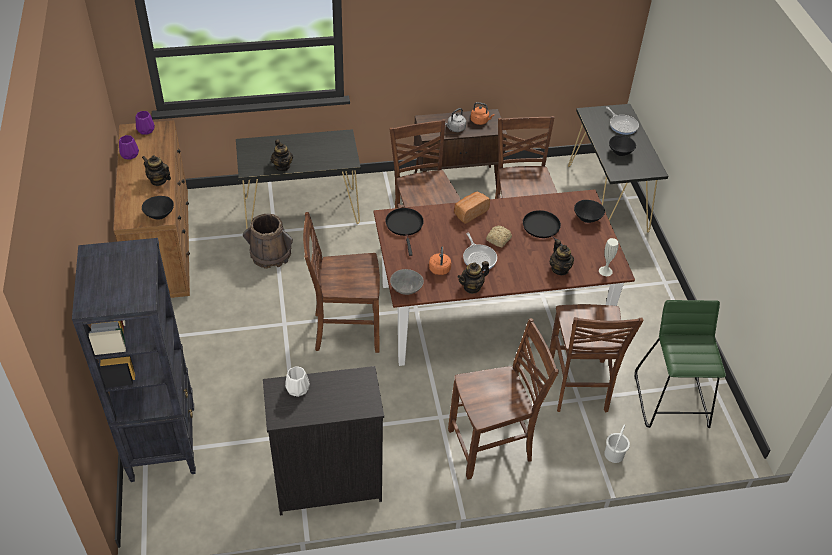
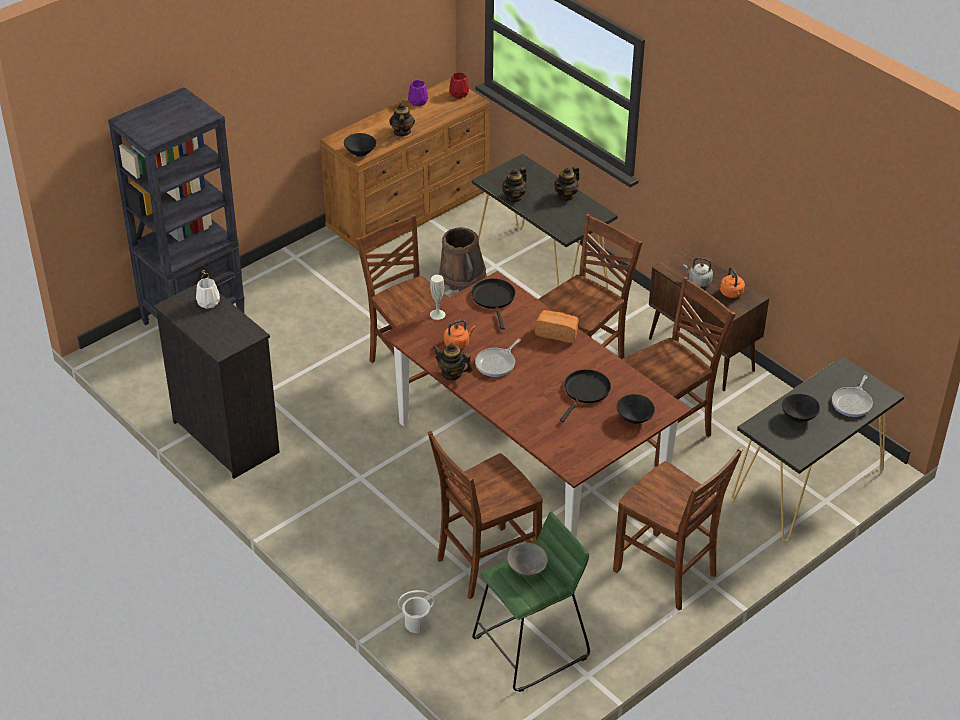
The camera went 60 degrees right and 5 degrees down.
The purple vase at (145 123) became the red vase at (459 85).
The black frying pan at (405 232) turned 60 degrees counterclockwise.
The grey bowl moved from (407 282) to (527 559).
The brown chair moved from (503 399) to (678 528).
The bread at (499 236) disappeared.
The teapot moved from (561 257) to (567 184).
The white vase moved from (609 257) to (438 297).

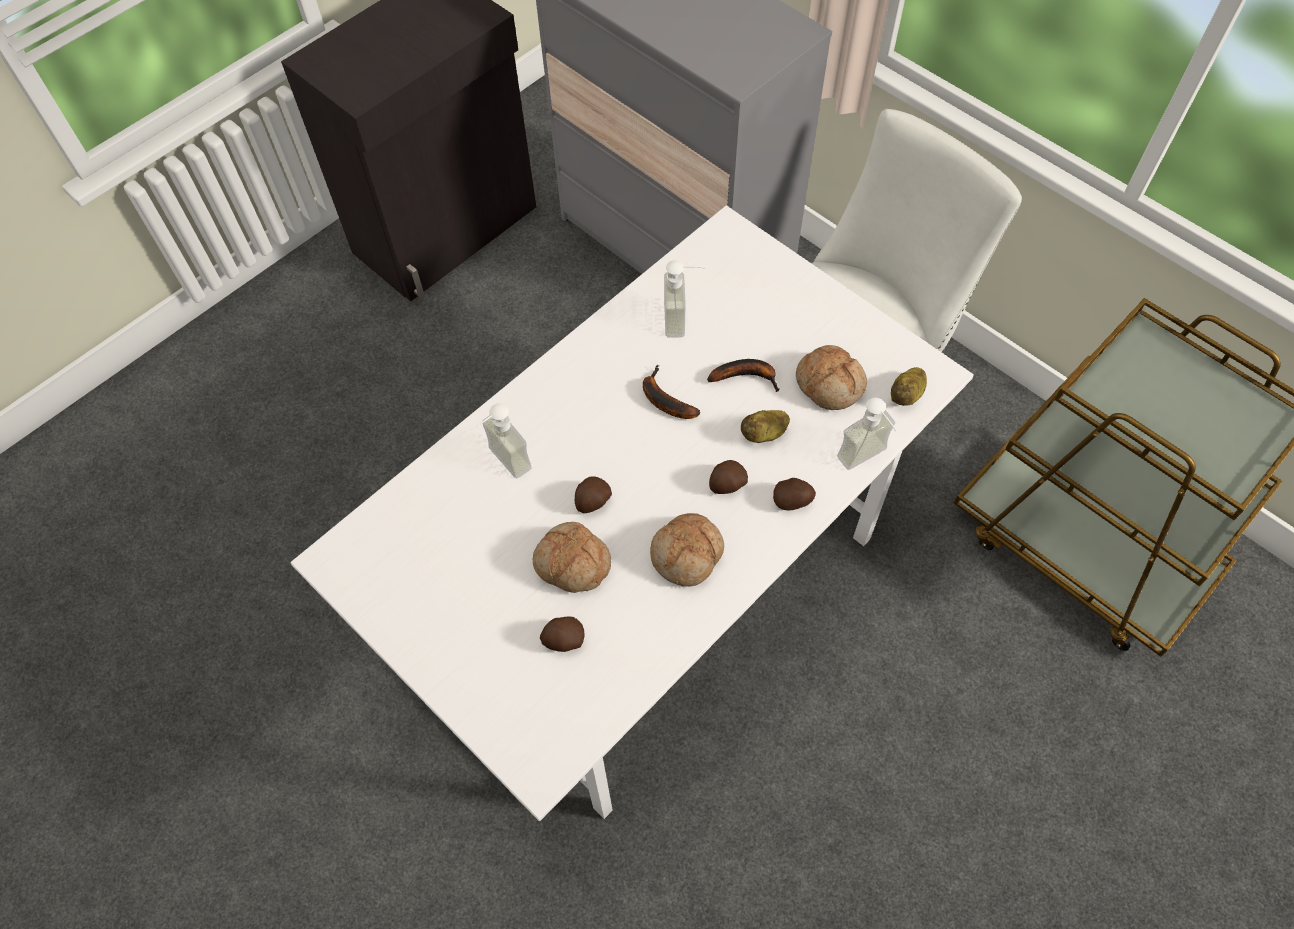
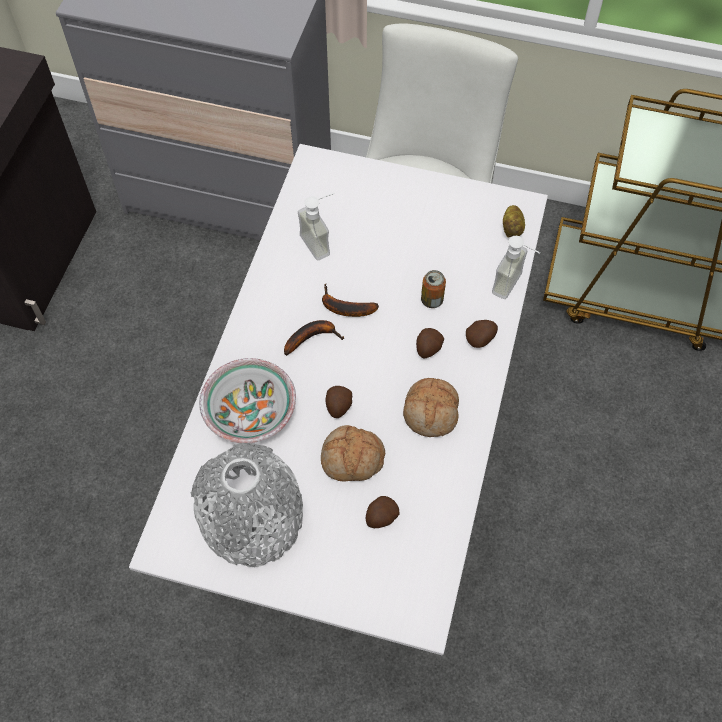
The camera went 30 degrees left and 0 degrees up.
The soap dispenser at (502 440) was replaced by the bowl at (247 400).
The banana moved from (743 375) to (314 338).
The potato at (765 426) was replaced by the can at (433 289).
The bread at (831 377) disappeared.
The grey vase at (247 505) appeared.

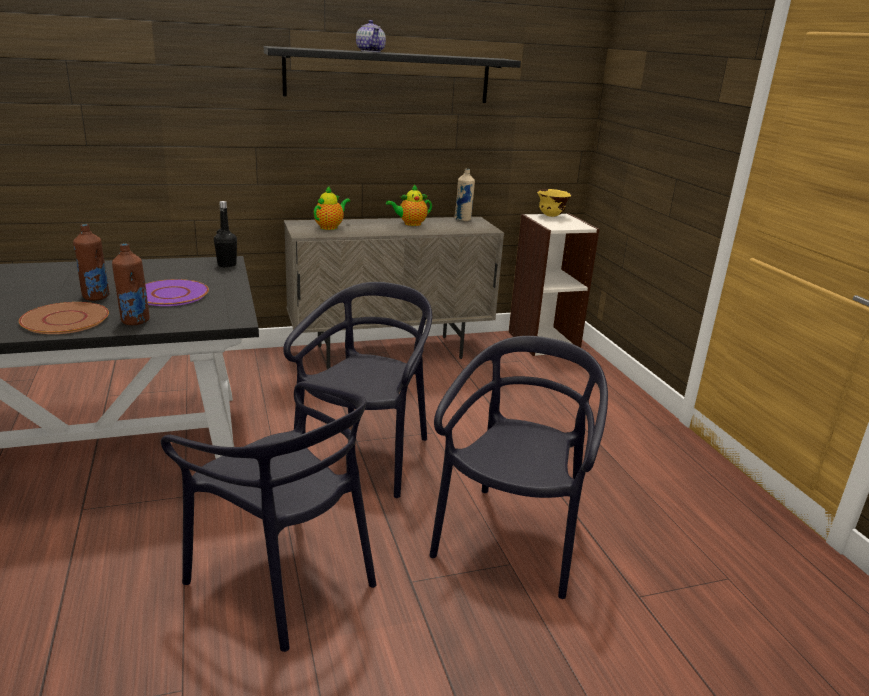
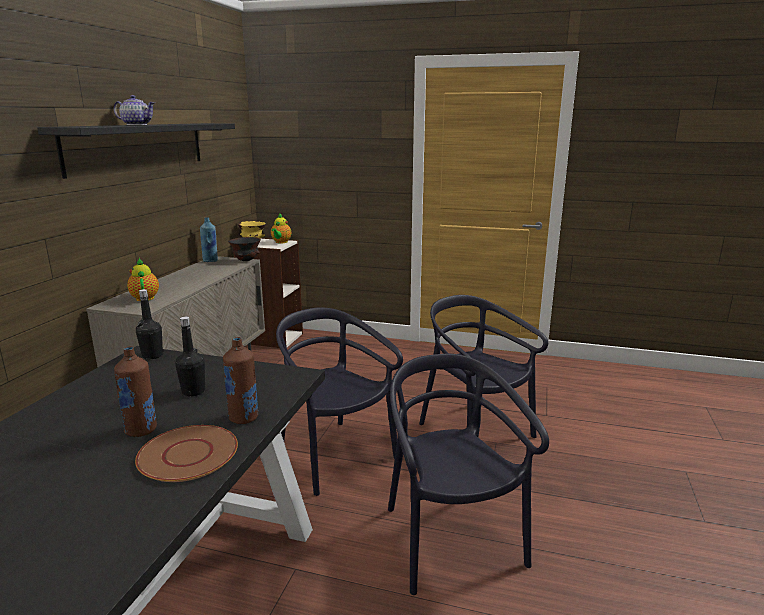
The camera went 55 degrees left and 5 degrees down.
The purple plate at (177 292) was replaced by the black bottle at (190 356).
The black chair at (269 516) turned 90 degrees counterclockwise.
The teapot moved from (409 205) to (281 228).
The beige bottle at (464 195) became the blue bottle at (209 240).
The black bowl at (244 249) appeared.

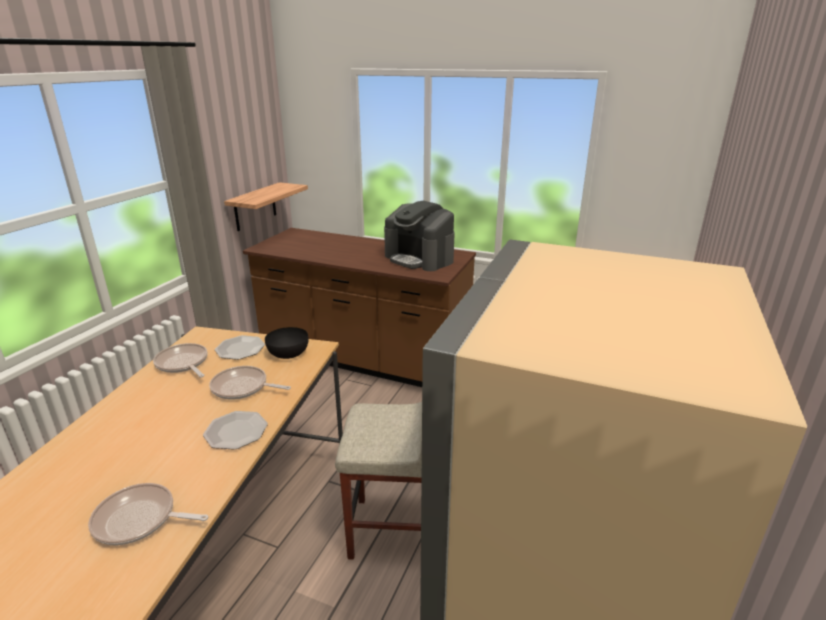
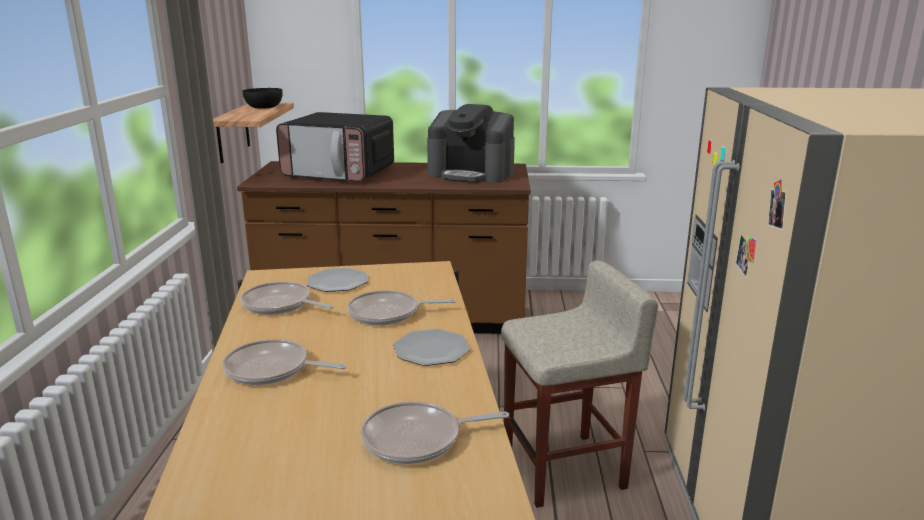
The camera went 20 degrees left and 5 degrees down.
The black bowl moved from (287 343) to (262 98).
The frying pan at (284 362) appeared.
The microwave at (335 147) appeared.

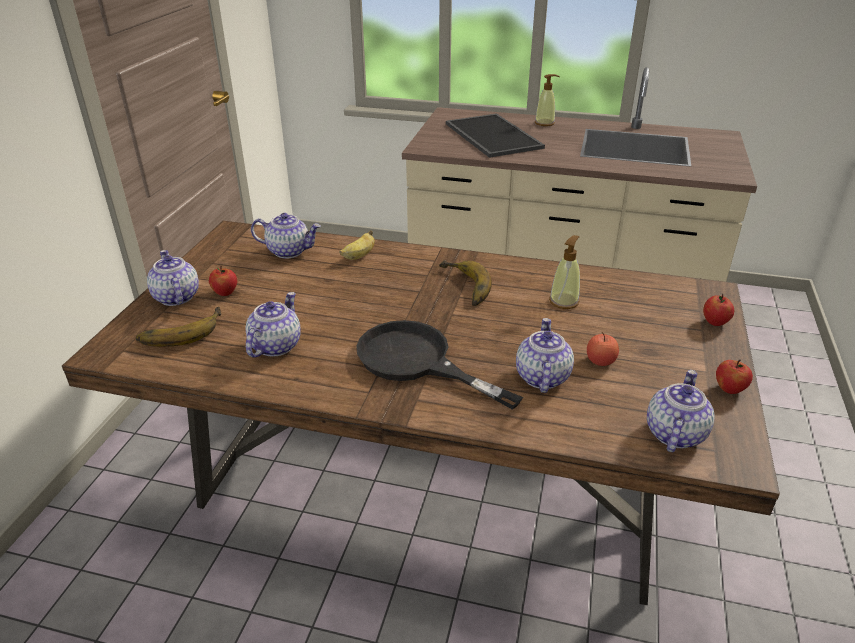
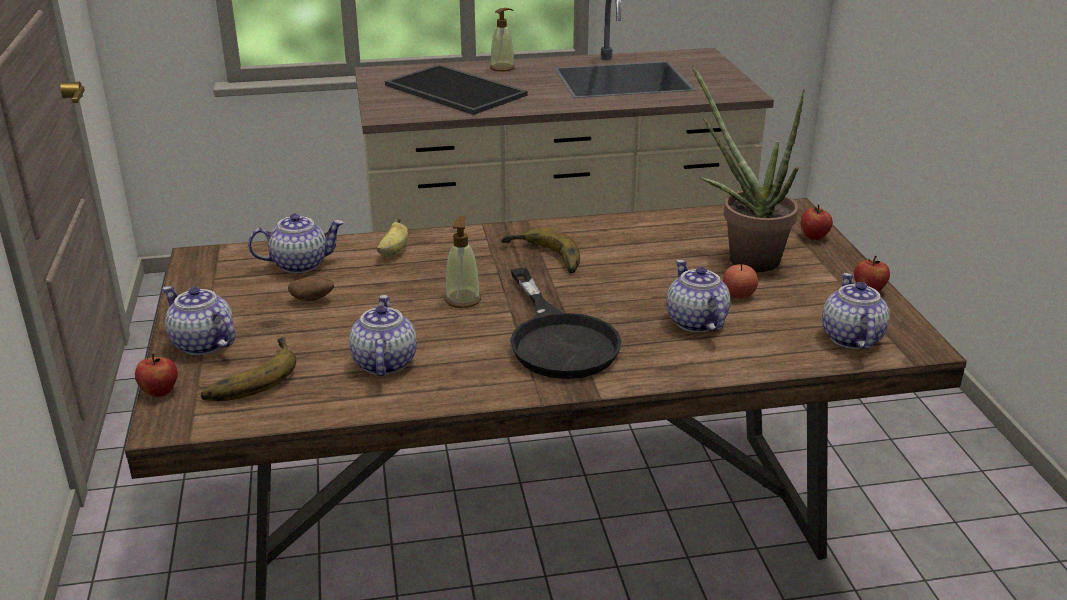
The camera went 25 degrees left and 5 degrees down.
The apple moved from (223 281) to (156 375).
The black frying pan at (439 365) turned 120 degrees counterclockwise.
The soap dispenser moved from (564 272) to (463 262).
The potato at (311 288) appeared.
The potted plant at (748 168) appeared.

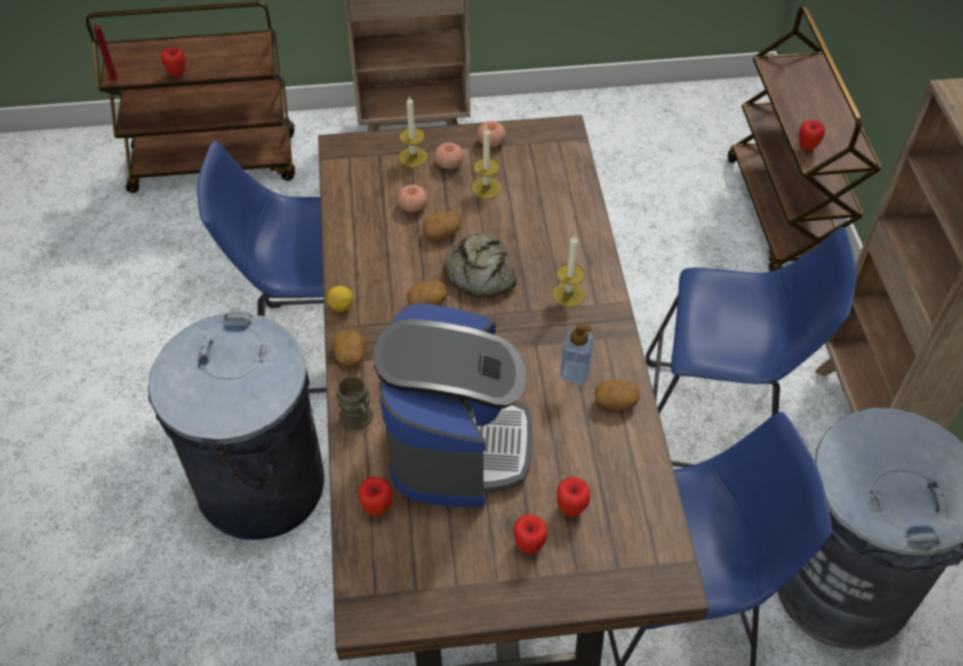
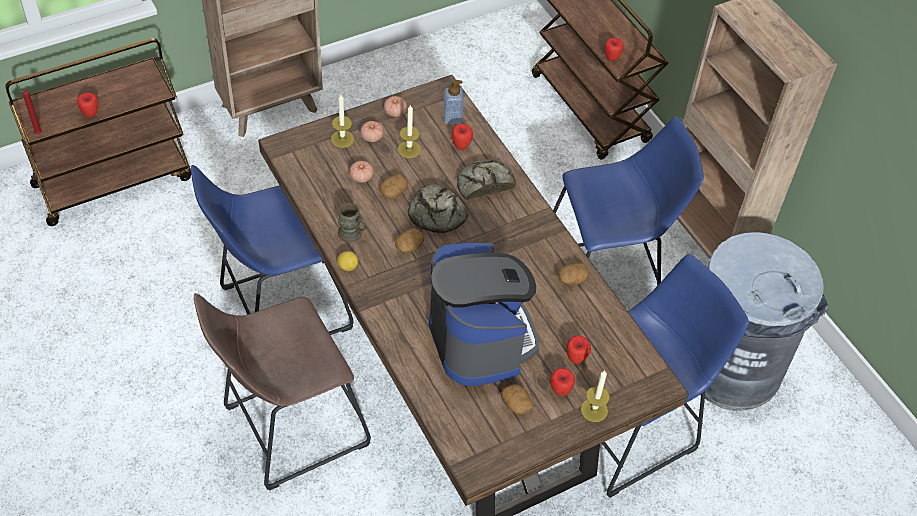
The camera went 25 degrees left and 0 degrees up.
The grey trash can at (236 426) was replaced by the brown stool at (282 392).
The potato moved from (349 348) to (517 399).
The brown mug moved from (354 403) to (352 222).
The apple moved from (375 496) to (462 137).
The candle moved from (568 270) to (595 396).
The soap dispenser moved from (577 354) to (453 102).
The bread at (486 179) appeared.

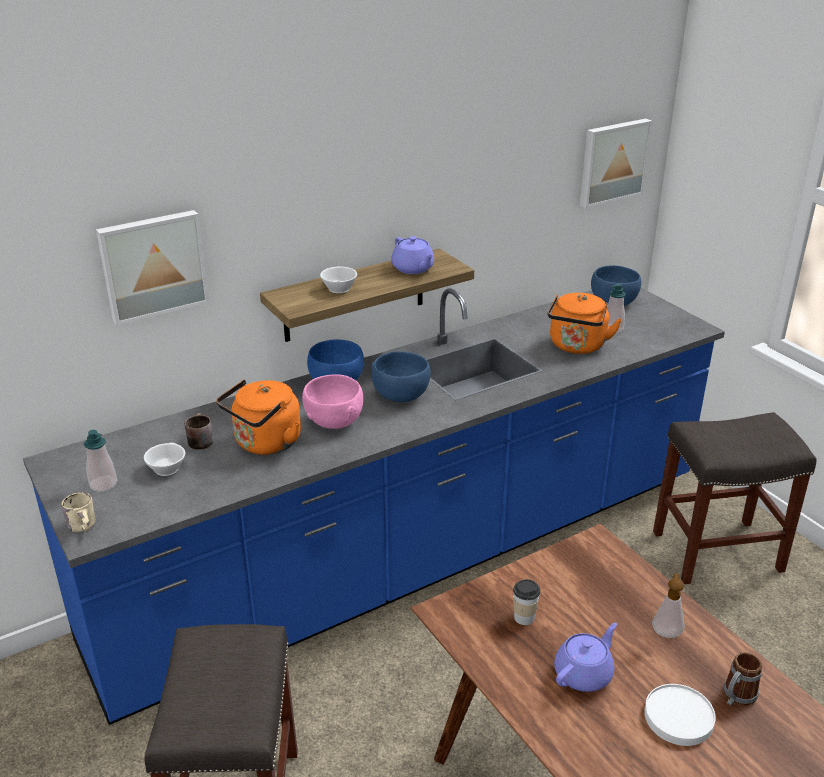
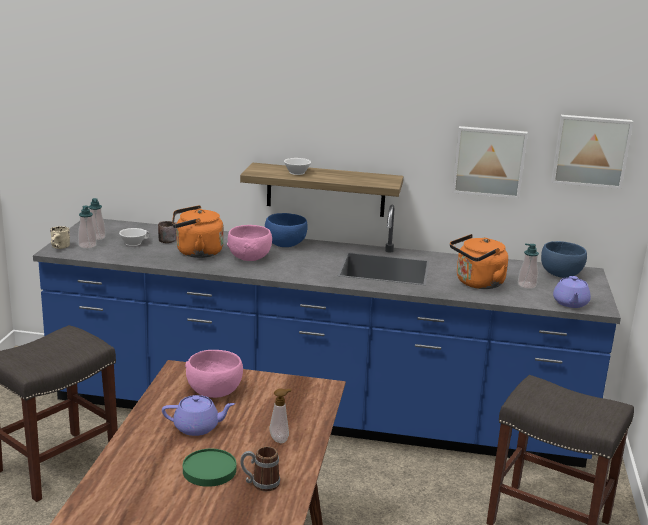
The camera went 40 degrees right and 10 degrees down.
The picture moved from (152 267) to (490 162).
The blue bowl at (401 376) disappeared.
The purple teapot moved from (412 255) to (572 292).
The cup at (526 602) was replaced by the pink bowl at (214 374).
The white plate at (680 715) became the green plate at (209 468).
The soap dispenser at (87 227) appeared.

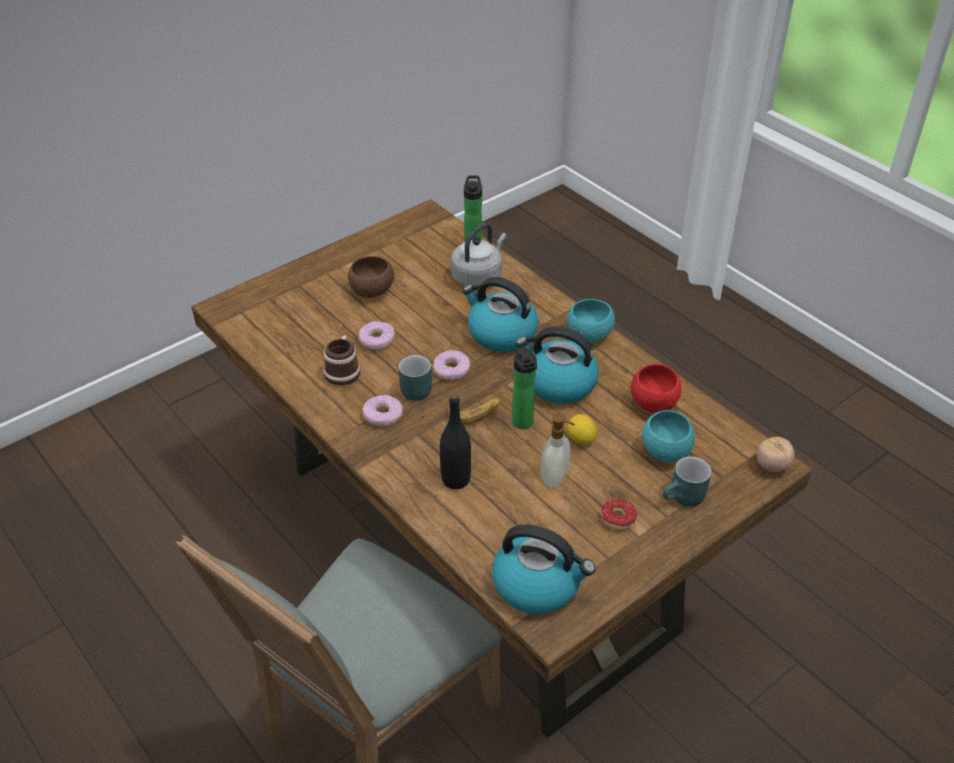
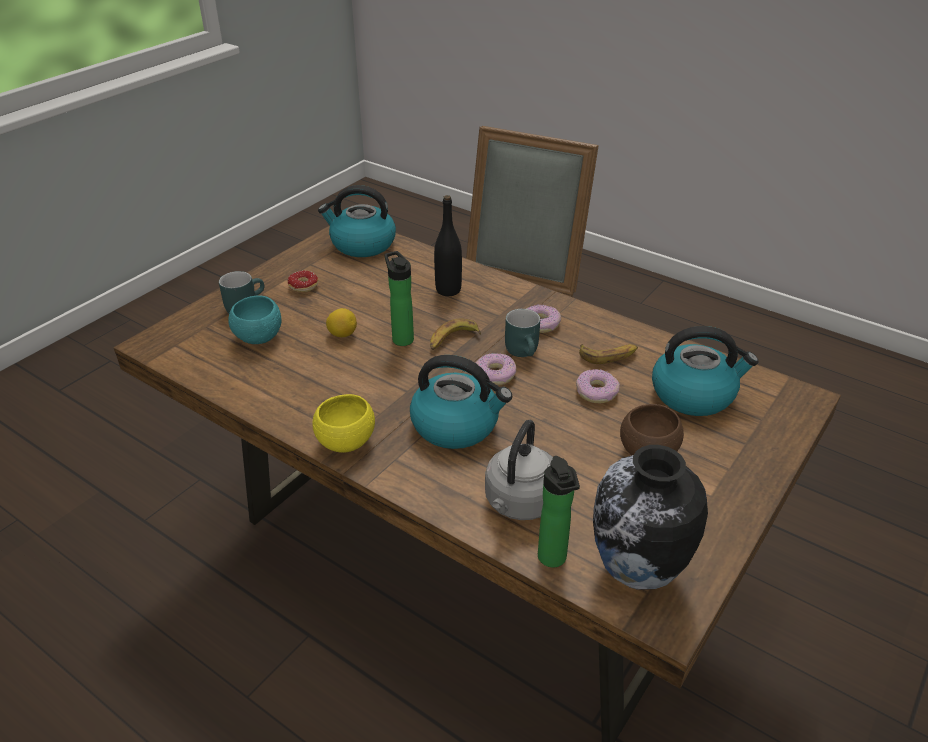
The camera went 165 degrees right and 5 degrees down.
The mug at (341 360) was replaced by the banana at (608 354).
The kettle moved from (557 365) to (705 371).
The soap dispenser at (558 450) disappeared.
The turquoise bowl at (591 321) became the yellow bowl at (343 423).
The red bowl at (656 388) disappeared.
The tomato at (776 454) disappeared.
The vase at (650 517) appeared.

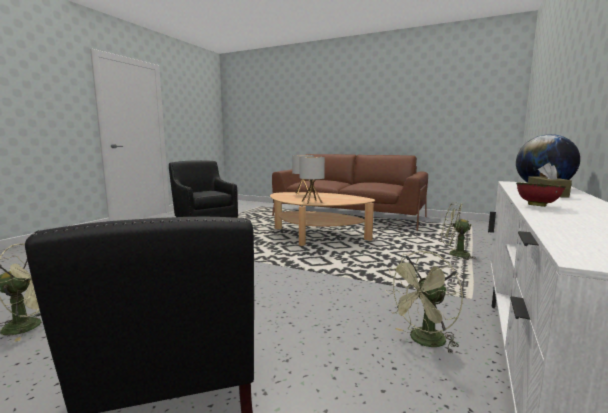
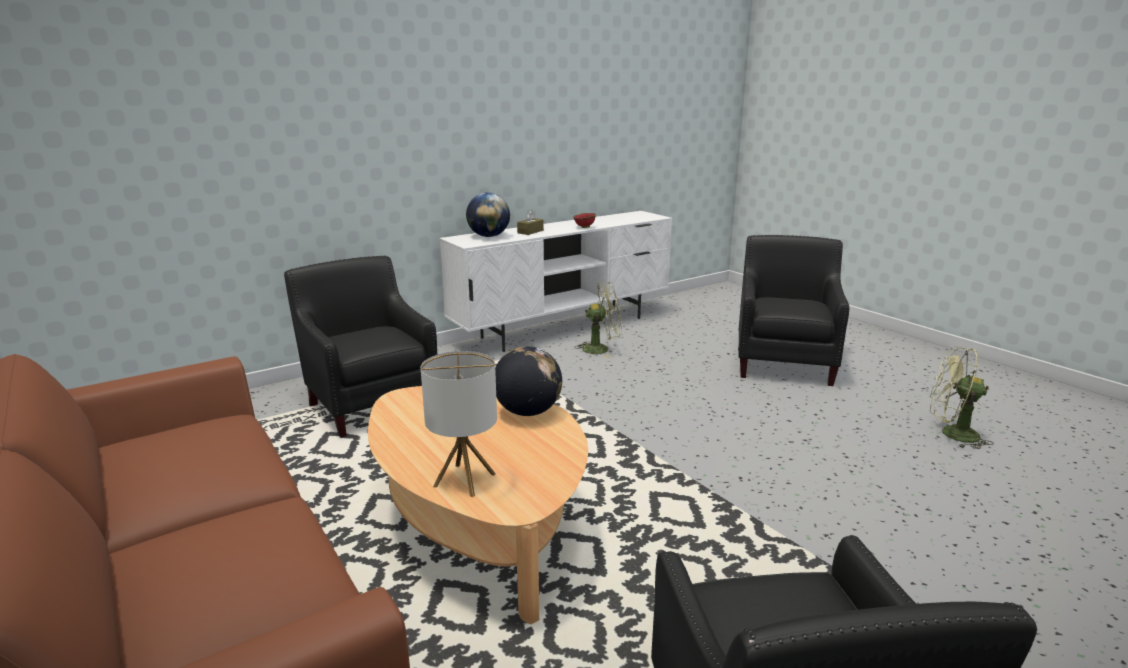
The camera went 150 degrees left and 10 degrees up.
The table lamp at (312 180) was replaced by the globe at (528 381).
The green fan at (459 231) was replaced by the black armchair at (360 347).

